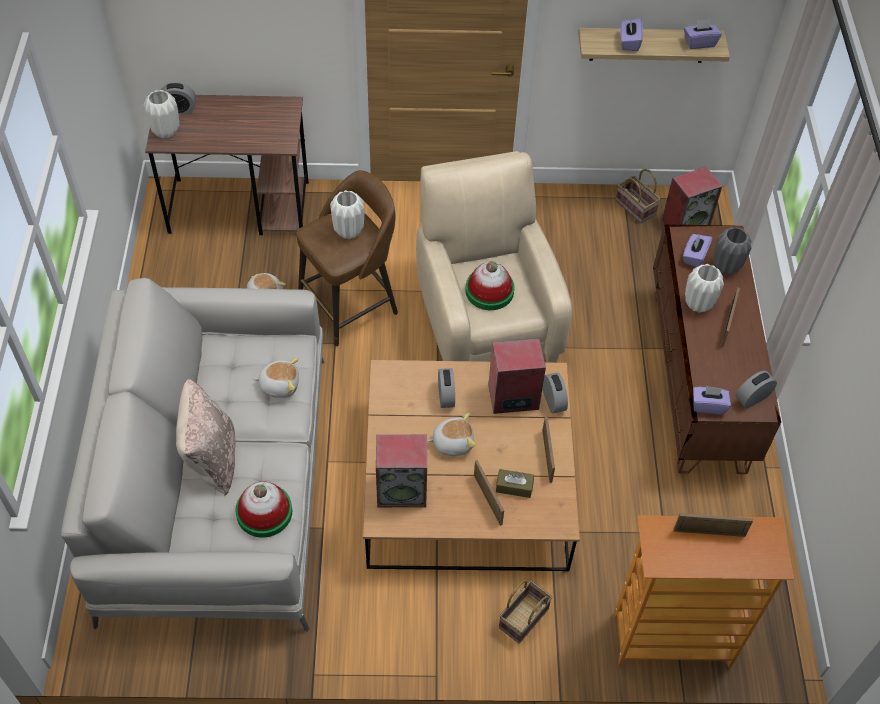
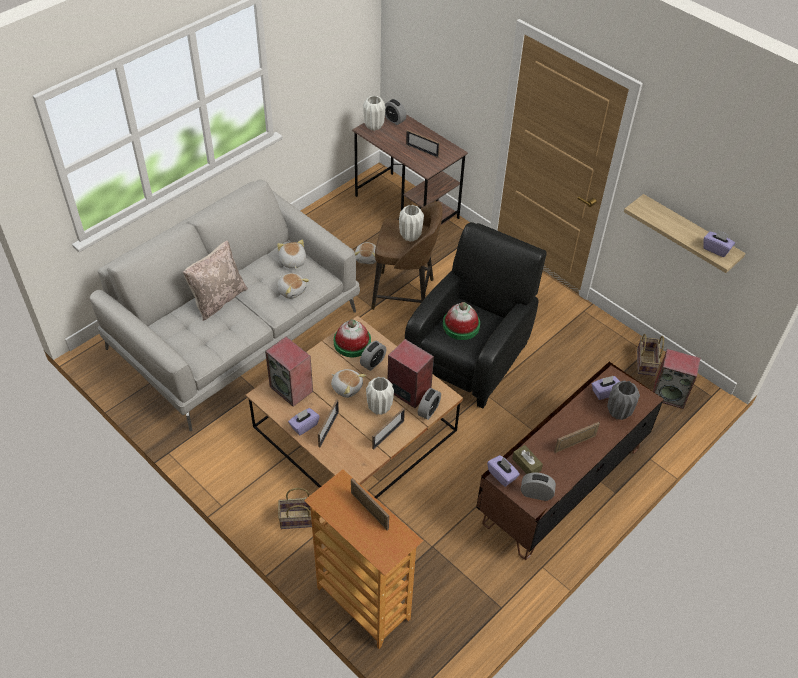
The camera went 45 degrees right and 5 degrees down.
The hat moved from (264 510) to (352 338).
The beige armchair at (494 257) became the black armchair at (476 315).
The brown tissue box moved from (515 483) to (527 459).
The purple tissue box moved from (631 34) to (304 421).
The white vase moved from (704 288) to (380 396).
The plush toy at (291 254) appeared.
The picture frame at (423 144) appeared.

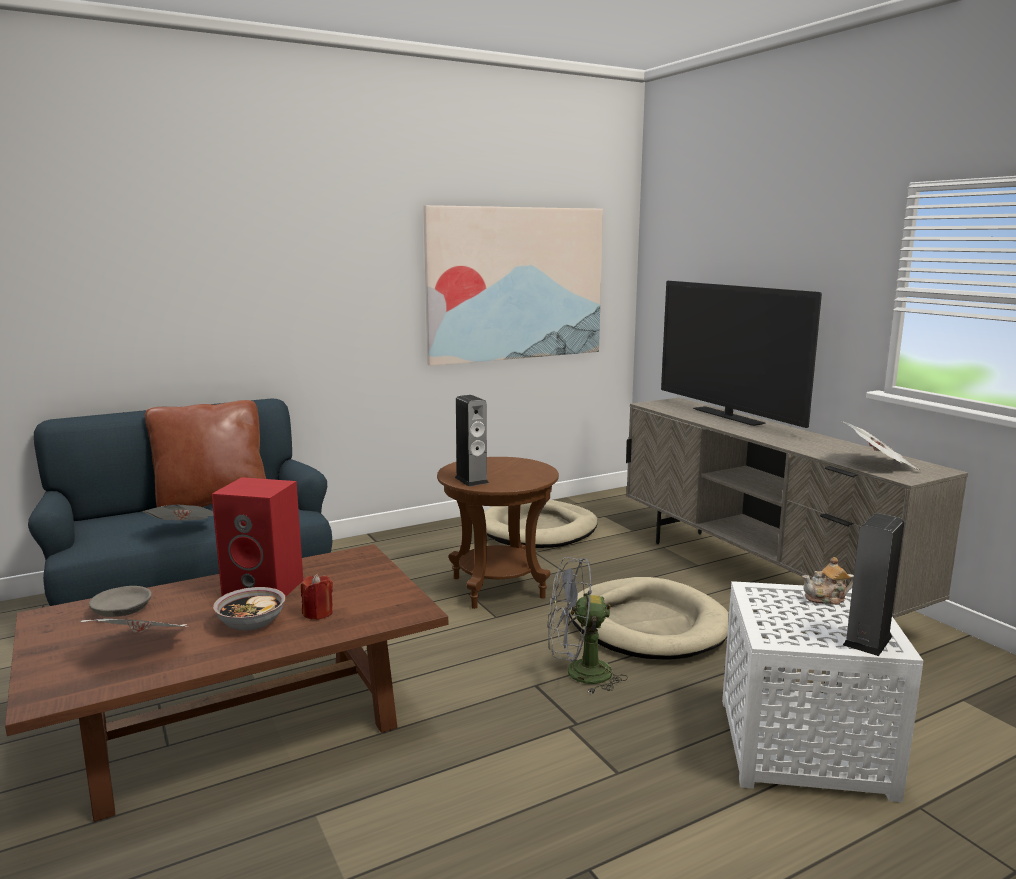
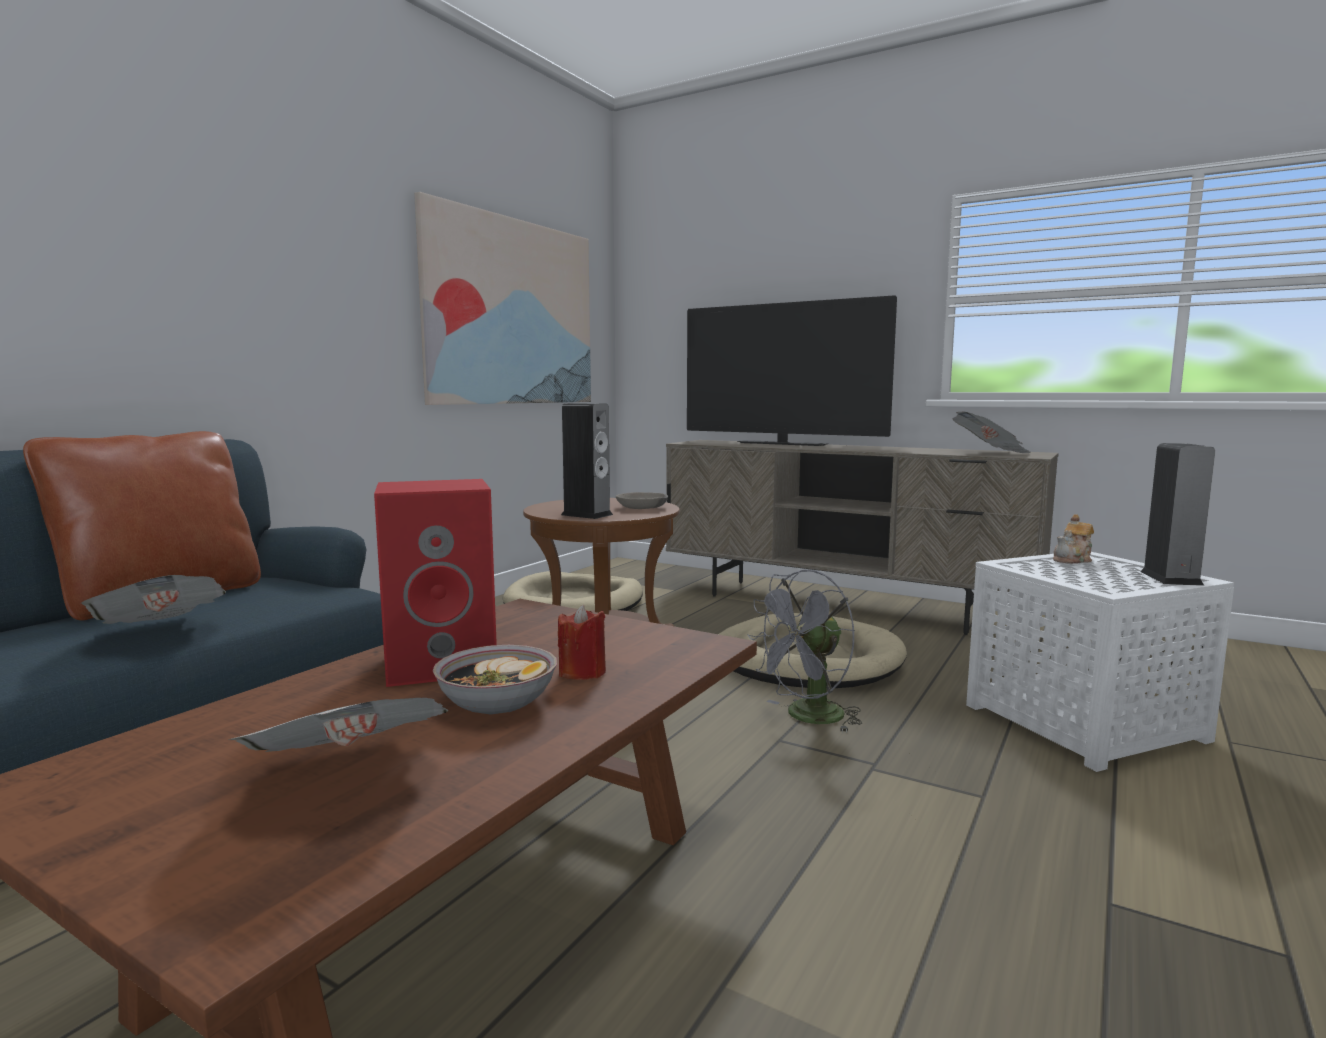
The camera went 30 degrees left and 5 degrees down.
The grey bowl moved from (120 601) to (642 500).

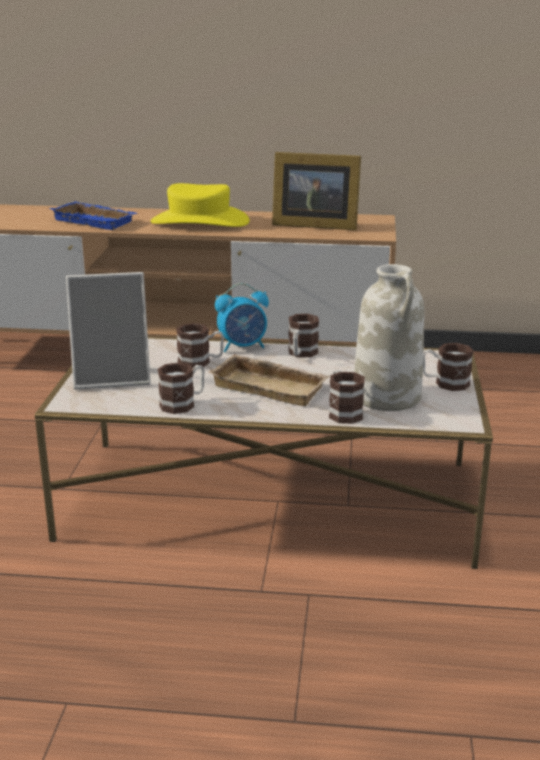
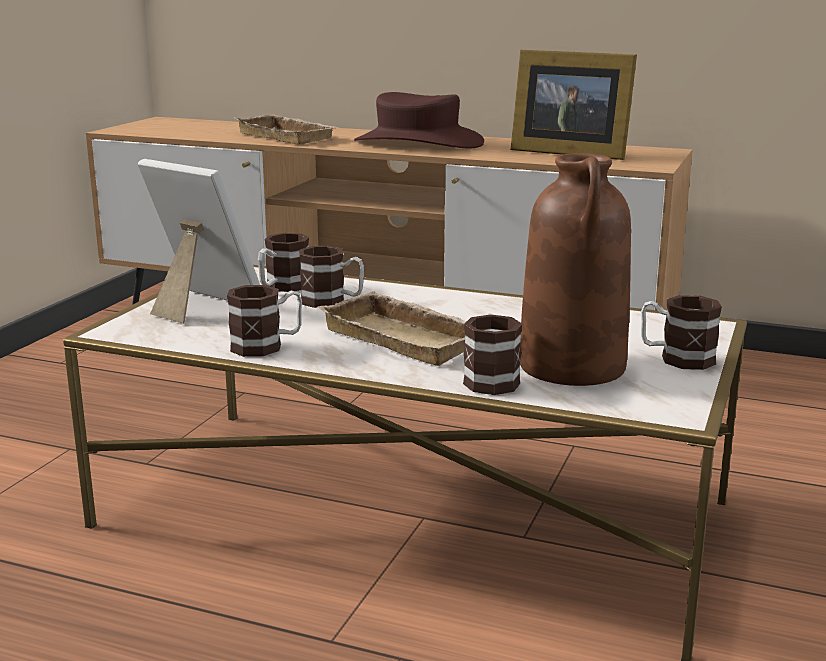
The camera went 15 degrees right and 5 degrees down.
The blue tray at (93 215) became the beige tray at (287 129).
The picture frame at (108 331) turned 150 degrees counterclockwise.
The yellow hat at (200 205) became the brown hat at (419 120).
The alarm clock at (242 317) disappeared.
The mug moved from (303 336) to (283 262).
The white vase at (389 337) became the brown vase at (575 269).

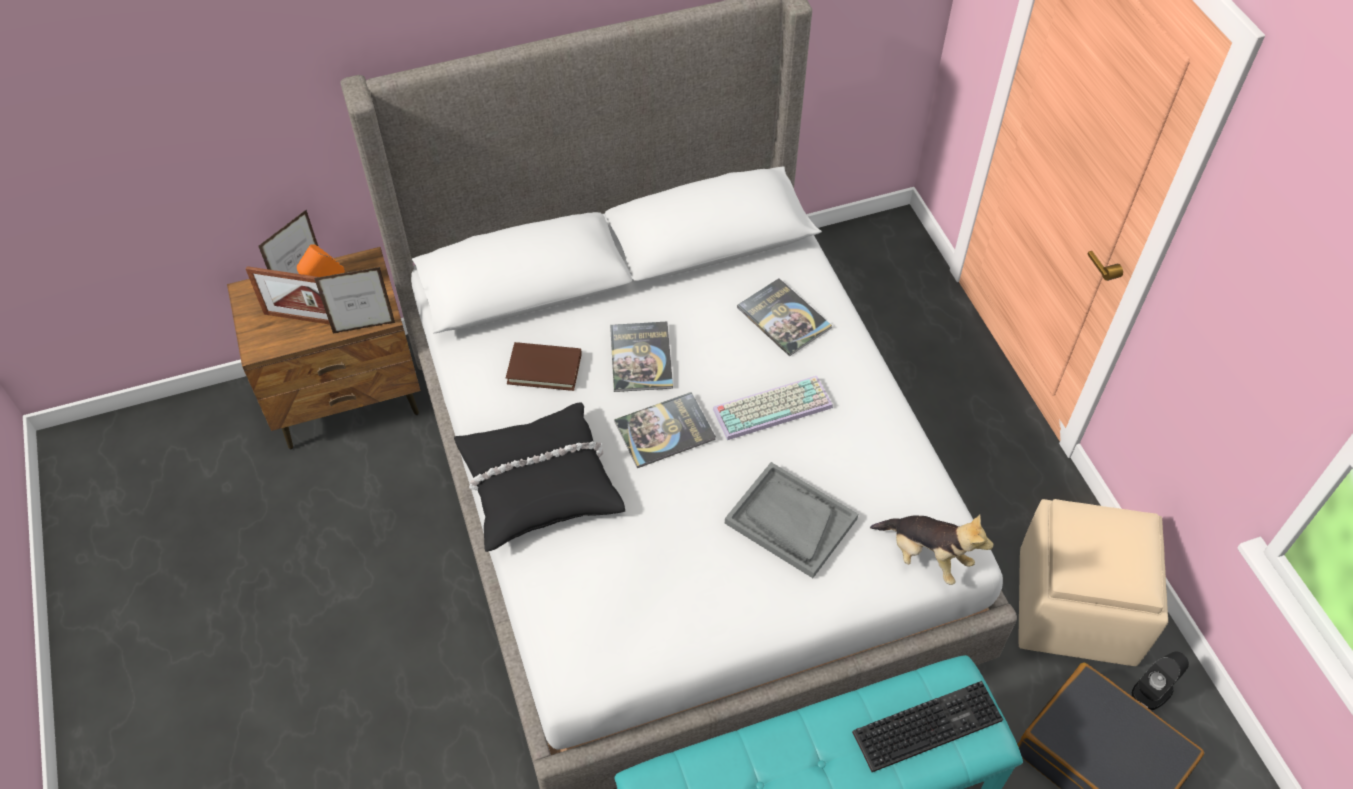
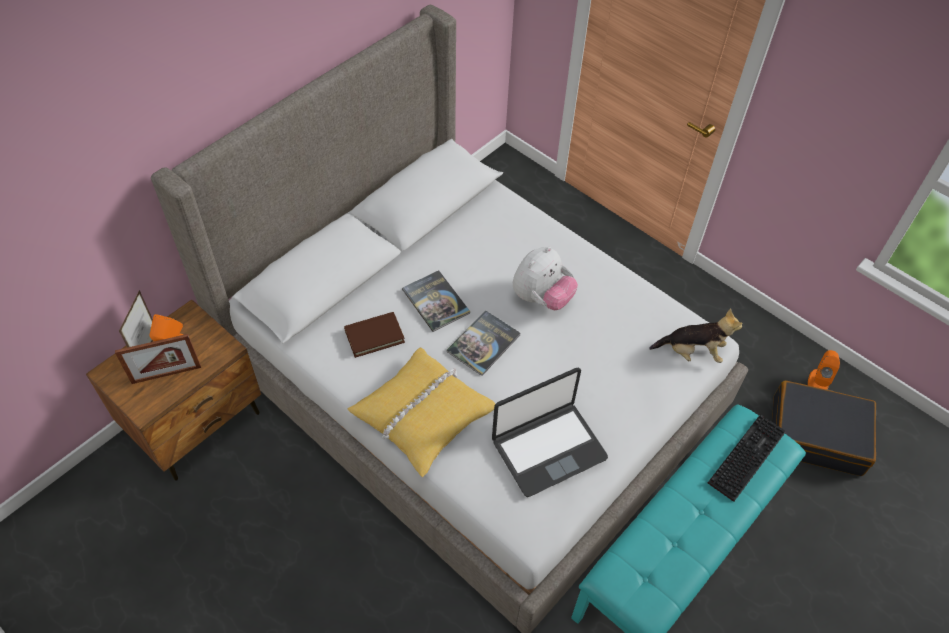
The camera went 30 degrees left and 0 degrees up.
The picture frame at (355 300) disappeared.
The black pillow at (539 477) became the yellow pillow at (421 412).
The keyboard at (773 408) was replaced by the plush toy at (545 278).
The grey tray at (791 520) disappeared.
The book at (784 317) disappeared.
The beige ottoman at (1093 582) disappeared.
The black speaker at (1160 680) became the orange speaker at (824 370).
The laptop at (550 432) appeared.

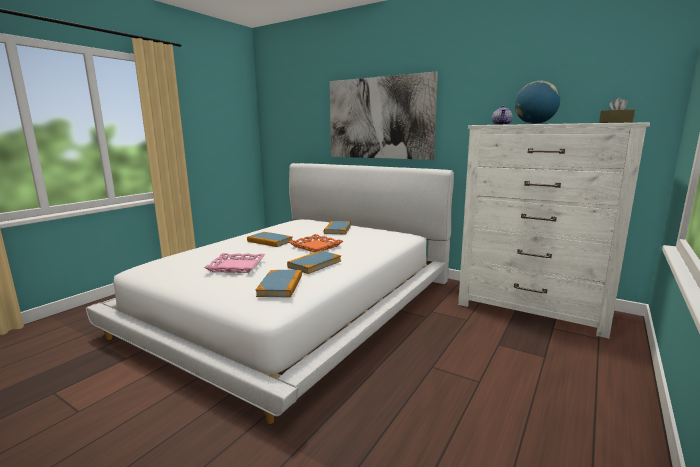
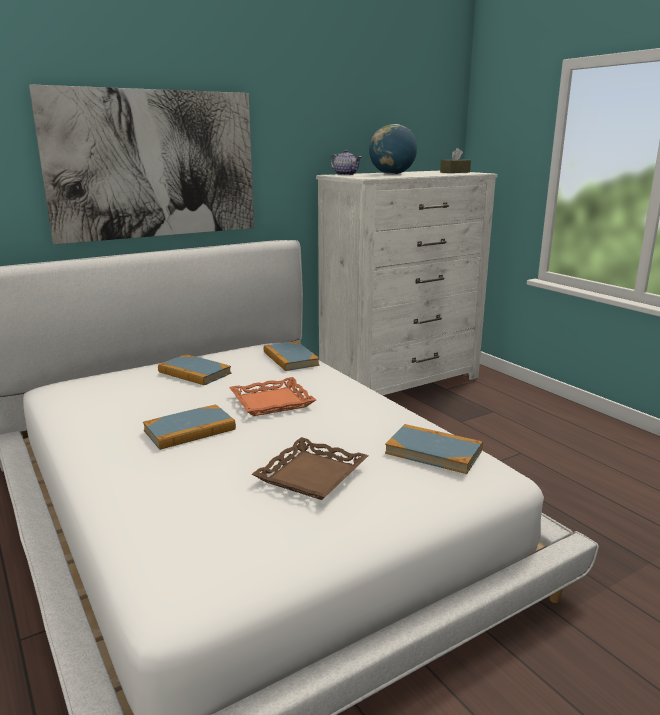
The camera went 65 degrees left and 5 degrees up.
The pink tray at (235 263) became the brown tray at (310 468).
The book moved from (314 262) to (292 356).

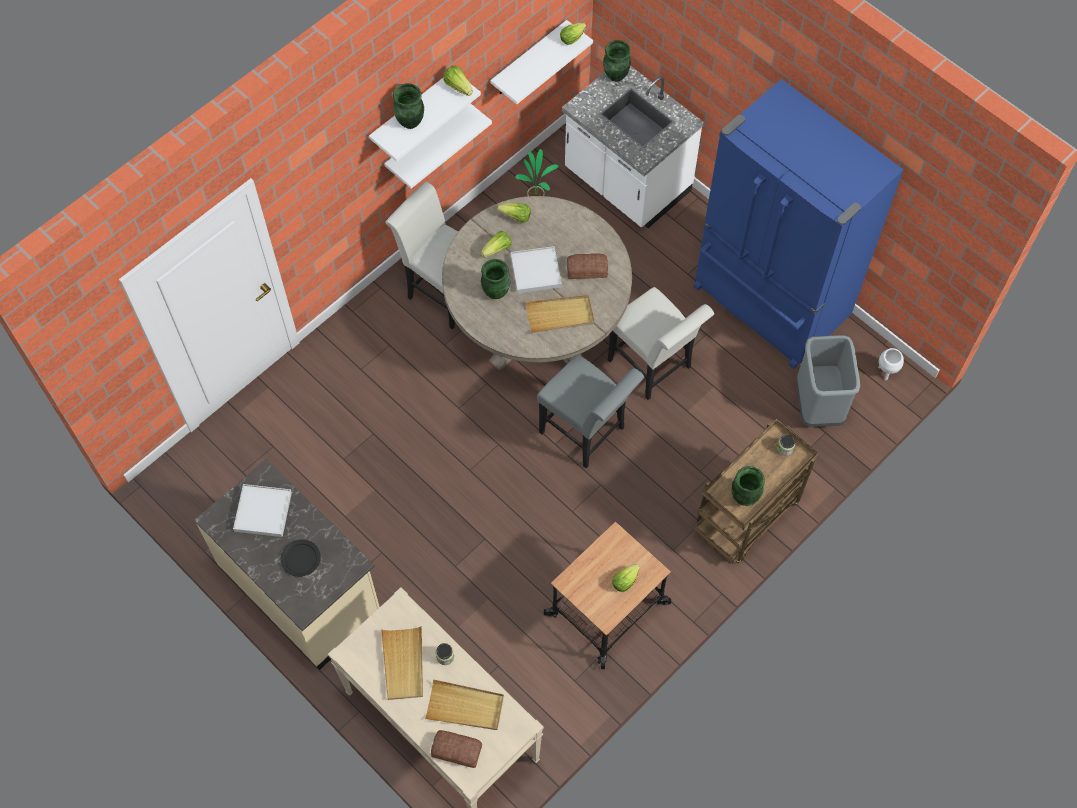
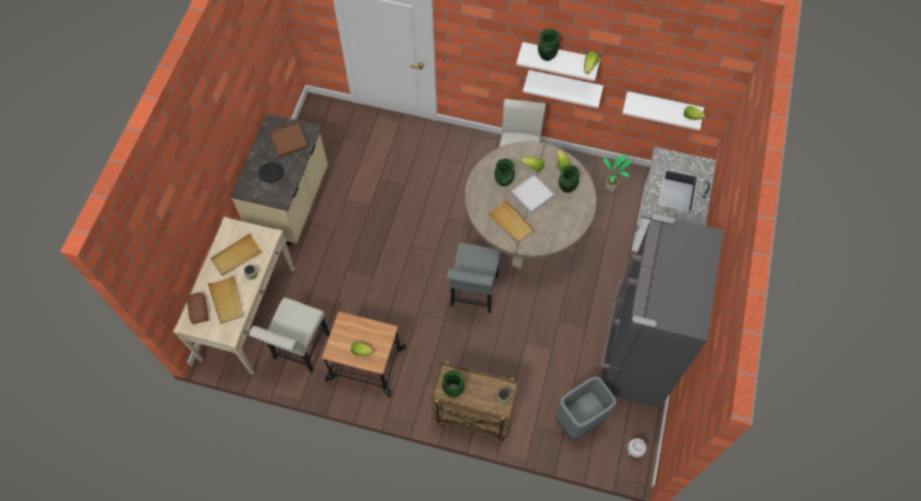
The camera went 60 degrees right and 0 degrees up.
The white tray at (262 510) became the brown tray at (288 140).
The bread at (587 266) disappeared.
The green vase moved from (617 61) to (569 179).
The white chair moved from (661 343) to (289 334).
The blue fridge at (798 224) became the grey fridge at (661 311).

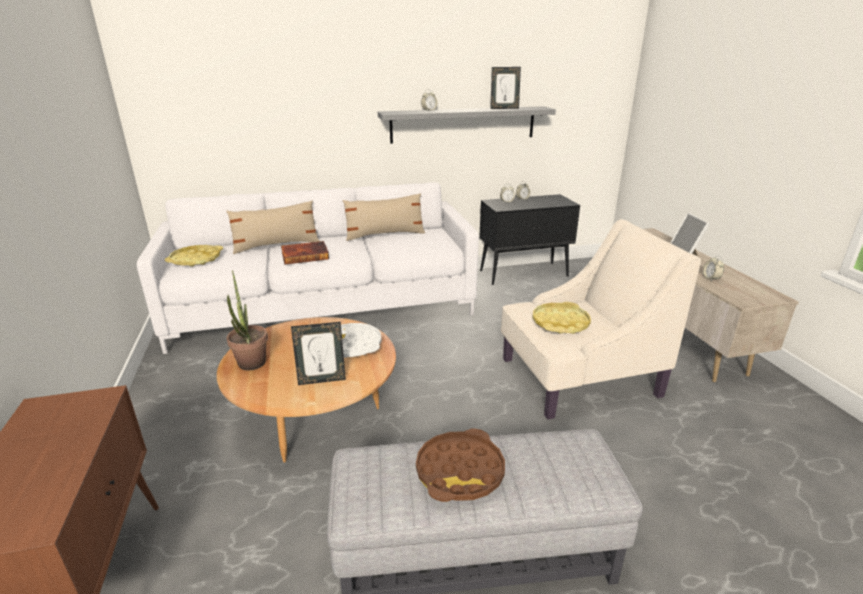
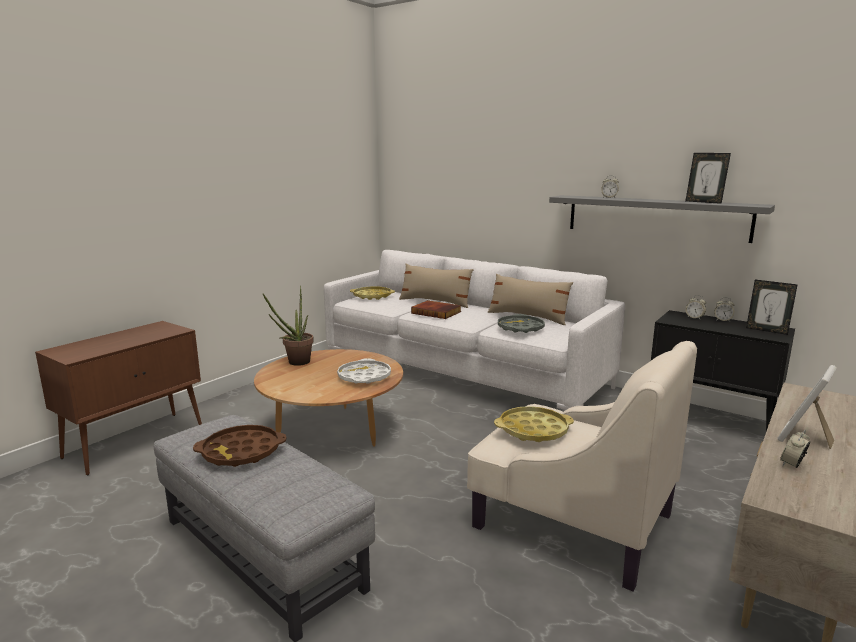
The camera went 50 degrees right and 10 degrees down.
The picture frame moved from (318 353) to (772 307).
The grey tray at (521 323) appeared.

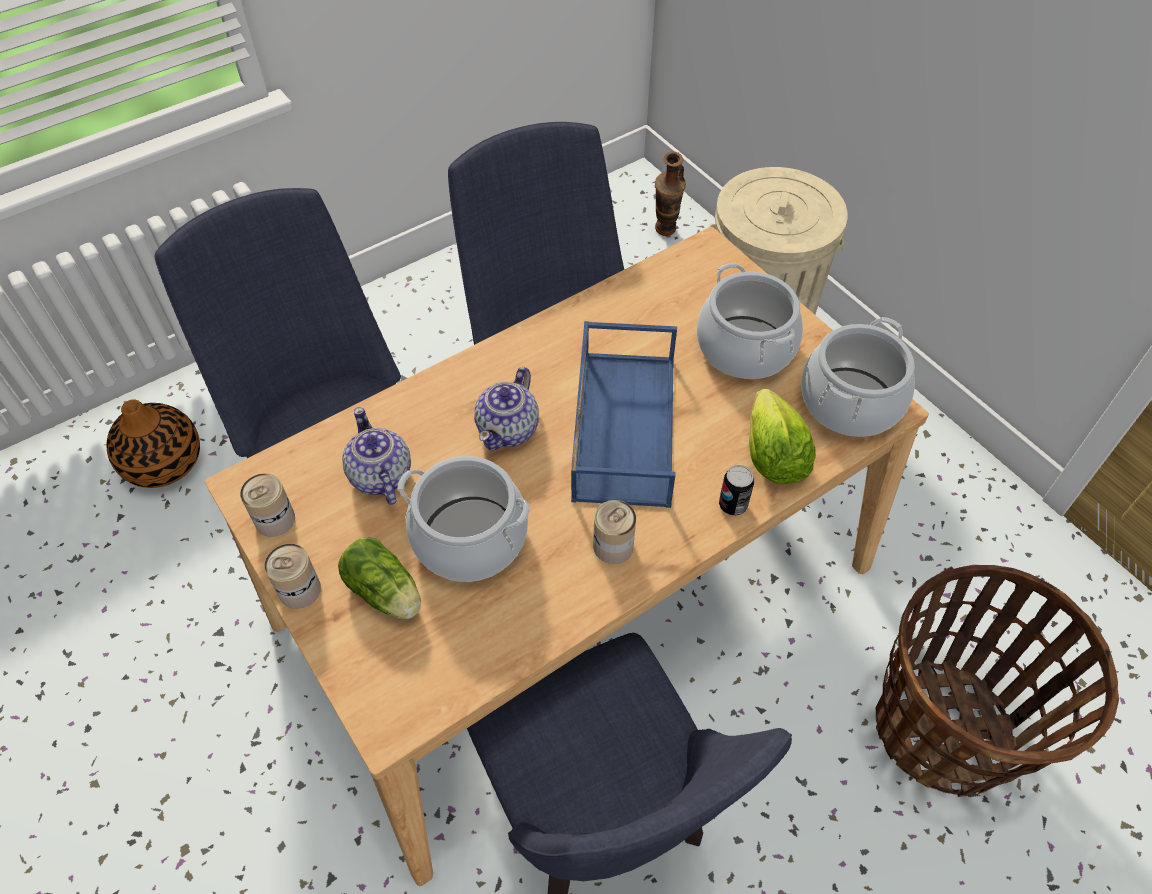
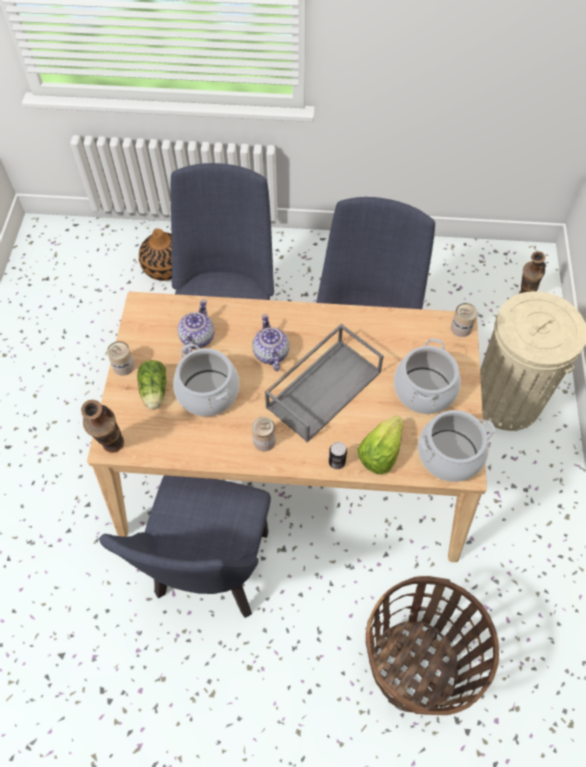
The camera went 40 degrees right and 5 degrees up.
The can moved from (267 505) to (464 320).
The teapot at (506 408) turned 105 degrees clockwise.
The blue tray at (624 414) became the grey tray at (324 382).
The vase at (102 426) appeared.

